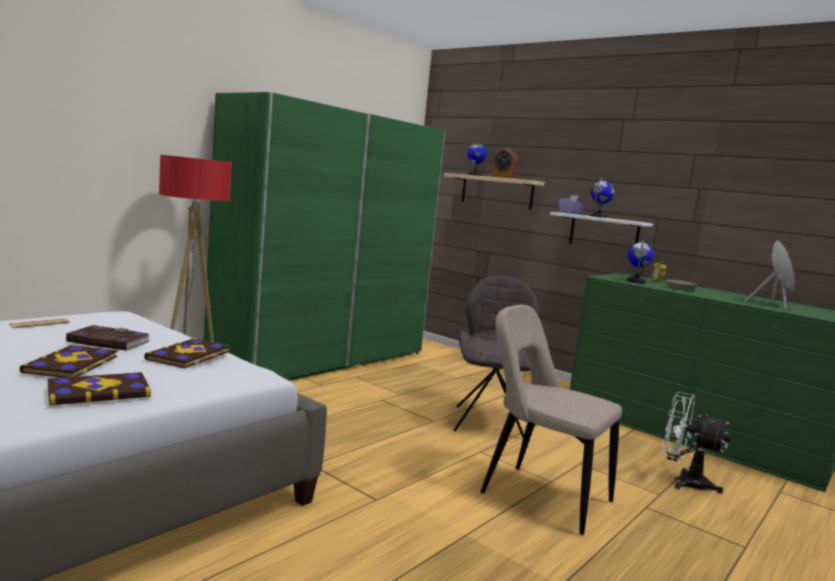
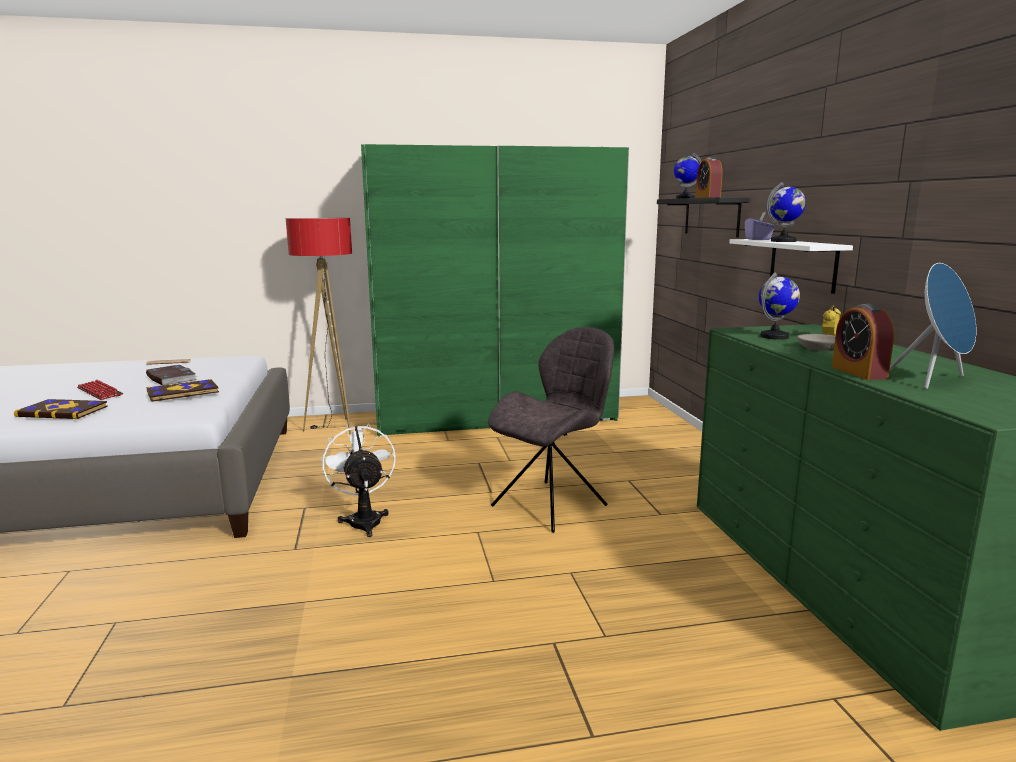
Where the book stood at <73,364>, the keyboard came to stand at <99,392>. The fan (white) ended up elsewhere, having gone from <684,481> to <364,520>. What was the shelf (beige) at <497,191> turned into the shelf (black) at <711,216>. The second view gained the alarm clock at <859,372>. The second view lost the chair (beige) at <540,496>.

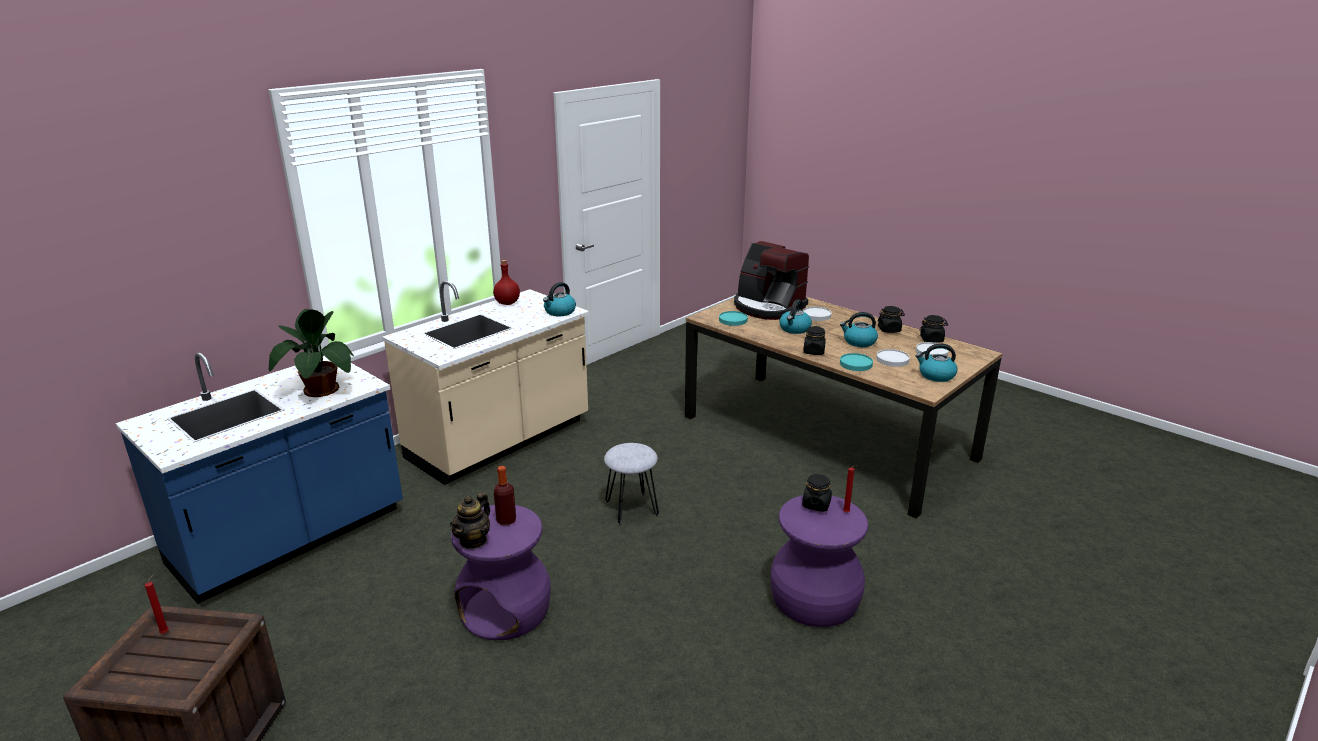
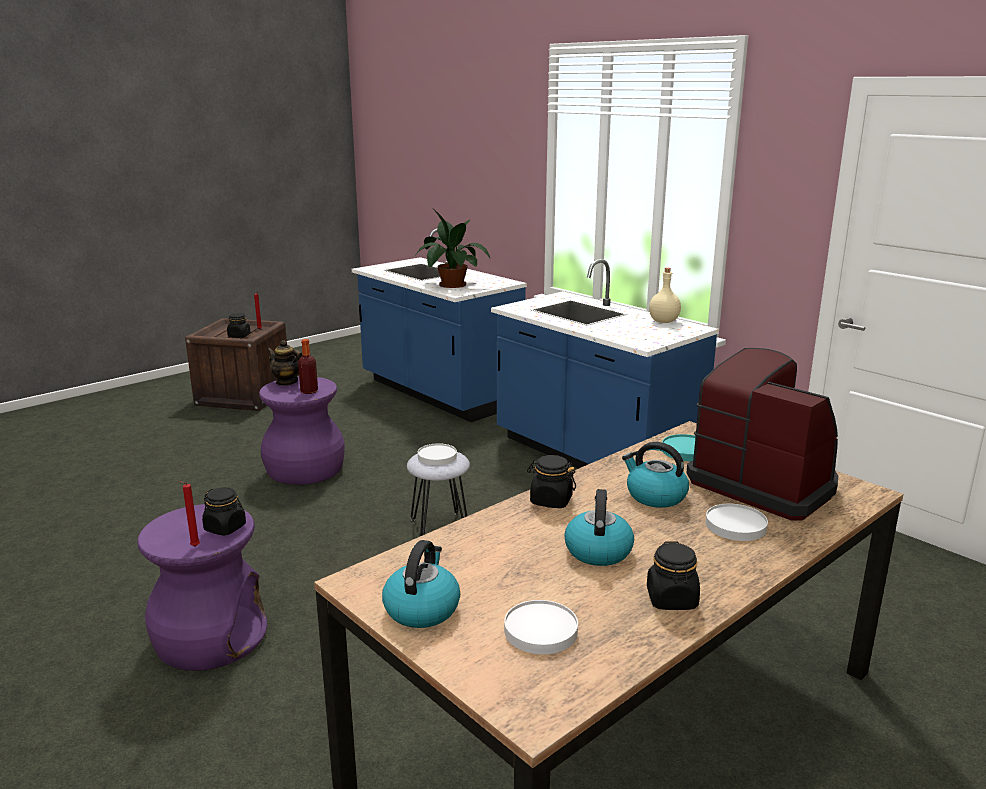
The jar (black) ended up elsewhere, having gone from <931,339> to <239,336>. The plate (white) ended up elsewhere, having gone from <892,360> to <437,456>. What was the counter (beige) at <500,441> turned into the counter (blue) at <593,457>. What was the bottle (red) at <507,303> turned into the bottle (beige) at <663,321>. The coffee machine at <768,307> ended up facing another way, 90 degrees clockwise from before. The second view lost the kettle at <559,312>. The second view lost the plate (turquoise) at <856,364>.

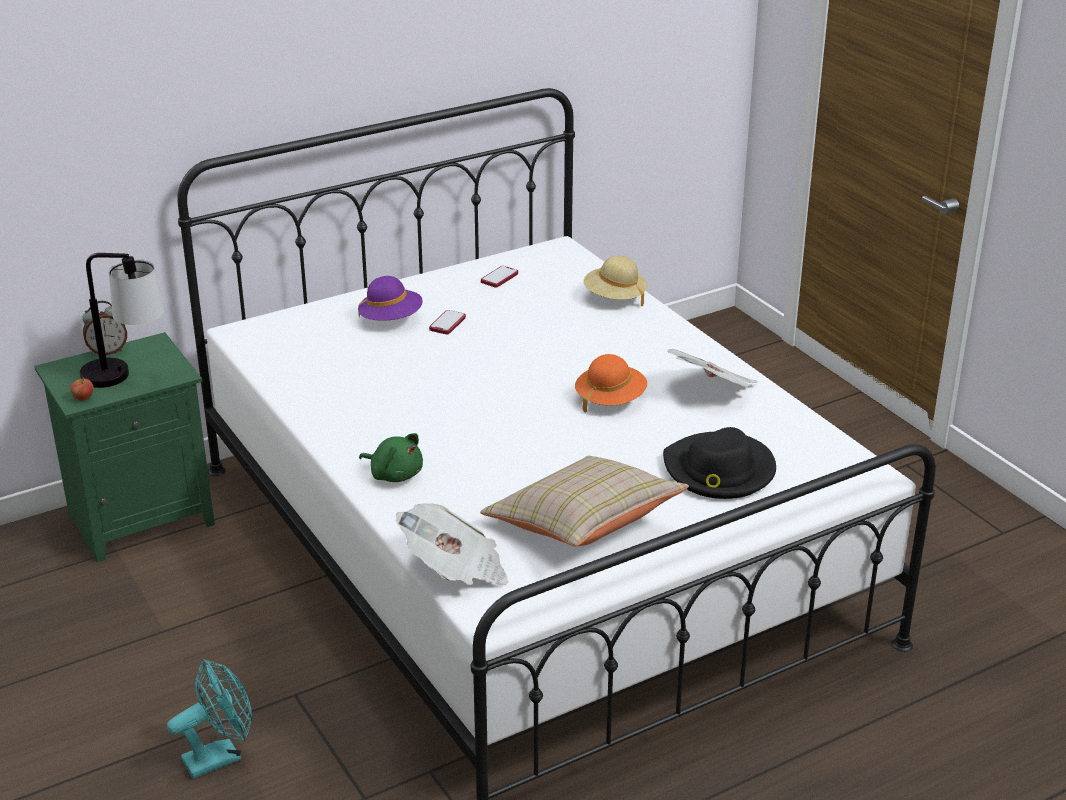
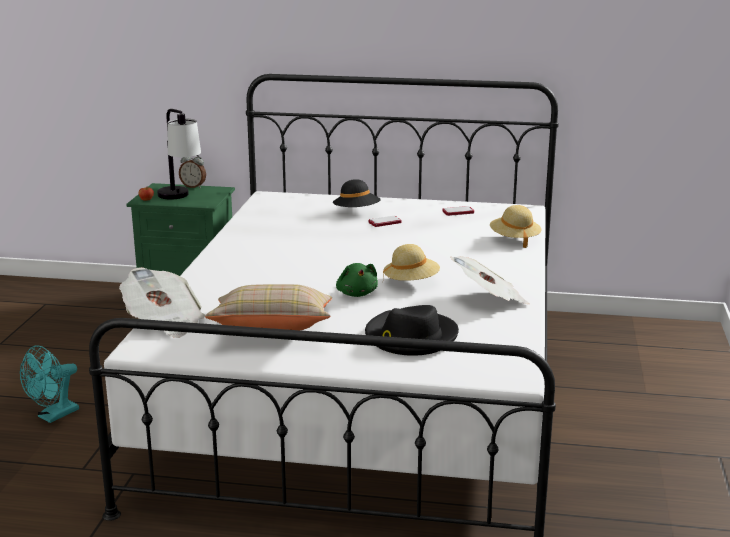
The fan (turquoise) at <220,756> ended up facing another way, 120 degrees clockwise from before. What was the hat (purple) at <391,319> turned into the hat (black) at <356,212>. The plush toy (green) ended up elsewhere, having gone from <394,474> to <357,293>. What was the hat (orange) at <610,399> turned into the hat (beige) at <411,282>.

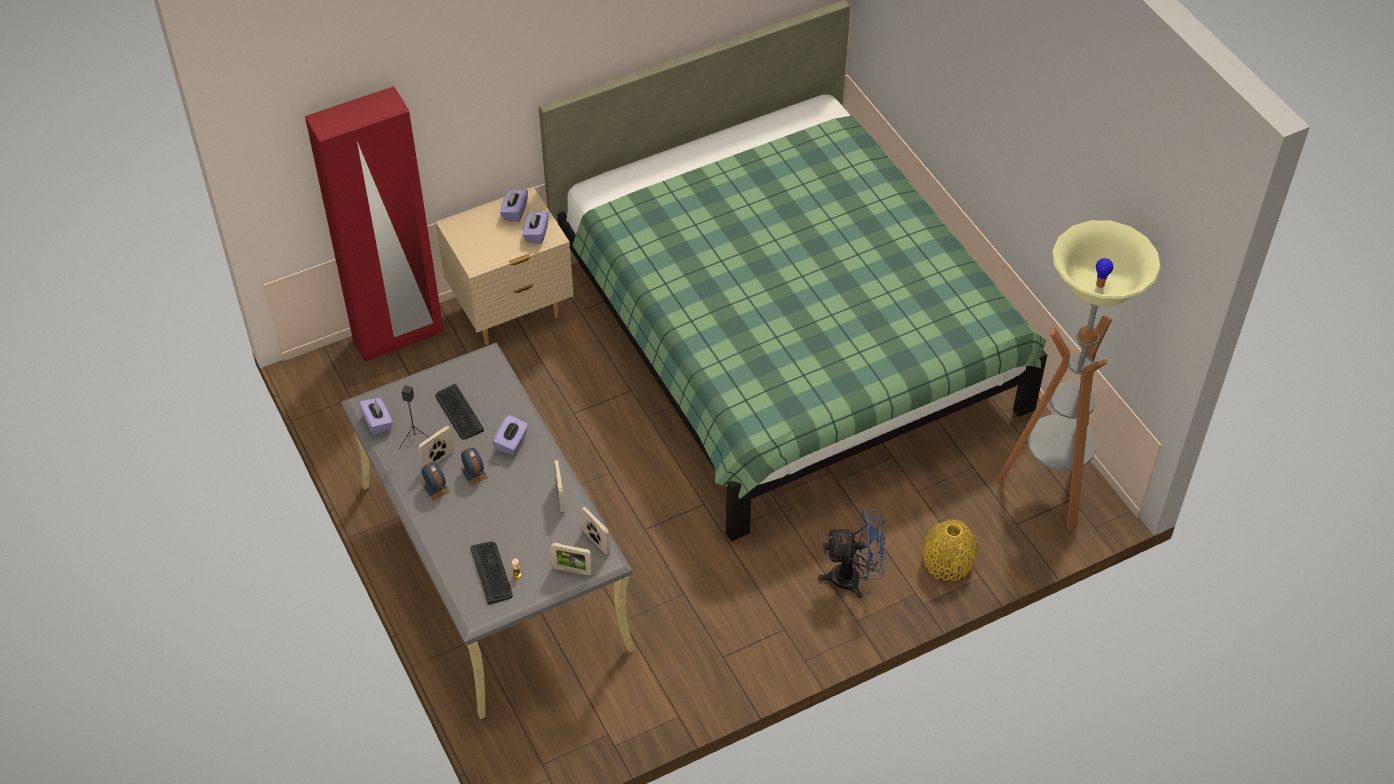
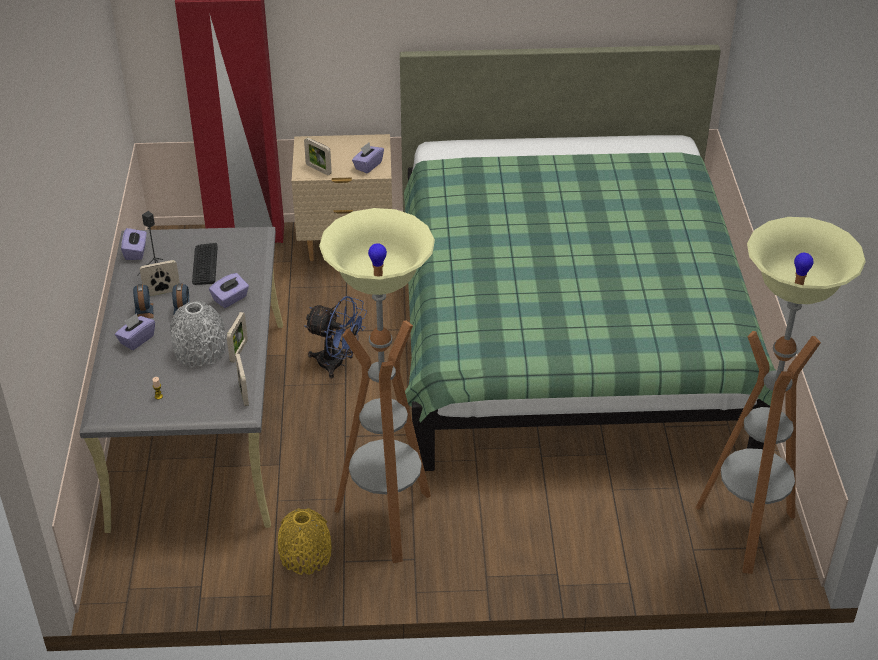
The tissue box (purple) ended up elsewhere, having gone from <514,212> to <136,340>. The second view gained the vase (grey) at <200,351>. The vase (yellow) ended up elsewhere, having gone from <948,561> to <305,555>. The picture frame ended up elsewhere, having gone from <572,570> to <318,169>. The fan (blue) ended up elsewhere, having gone from <854,578> to <337,364>. The second view gained the floor lamp at <387,521>. The second view lost the keyboard at <491,572>.

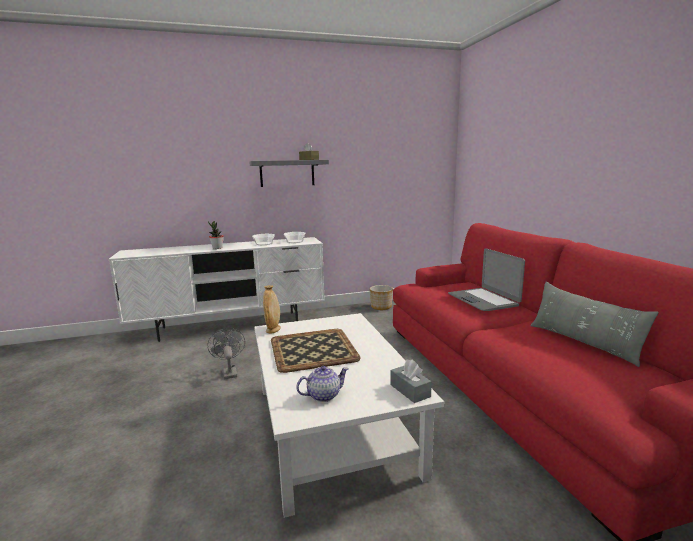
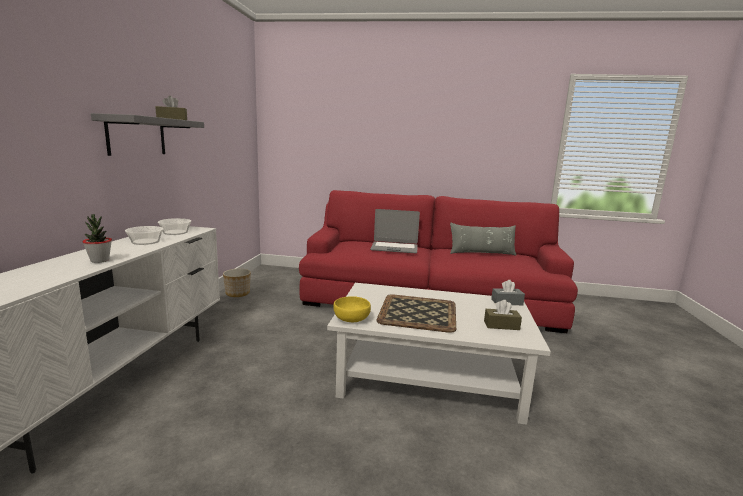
Where the vase (beige) stood at <273,330>, the bowl (yellow) came to stand at <351,319>. Where the teapot stood at <324,395>, the tissue box (brown) came to stand at <501,325>. The second view lost the fan (grey) at <229,372>.

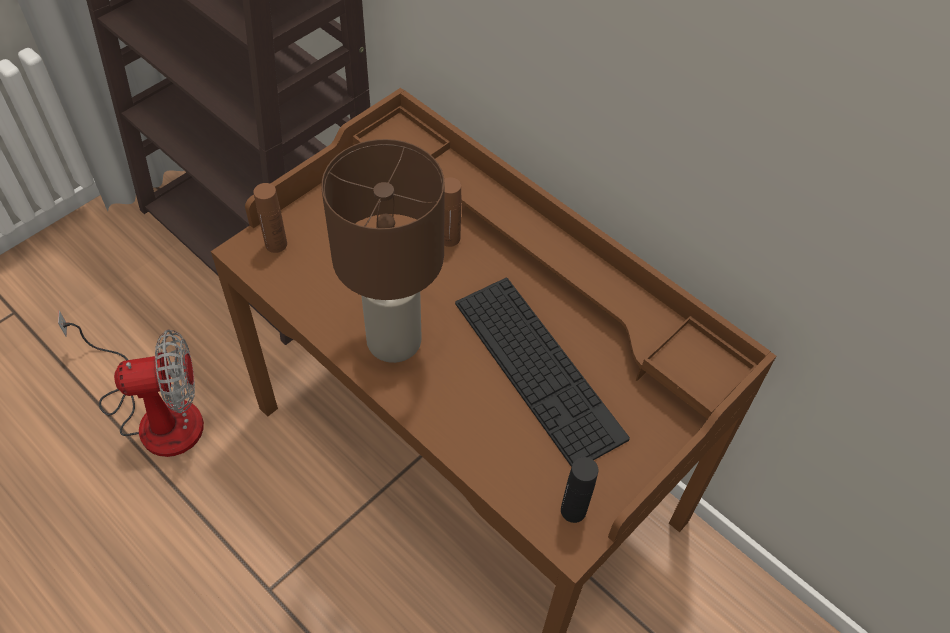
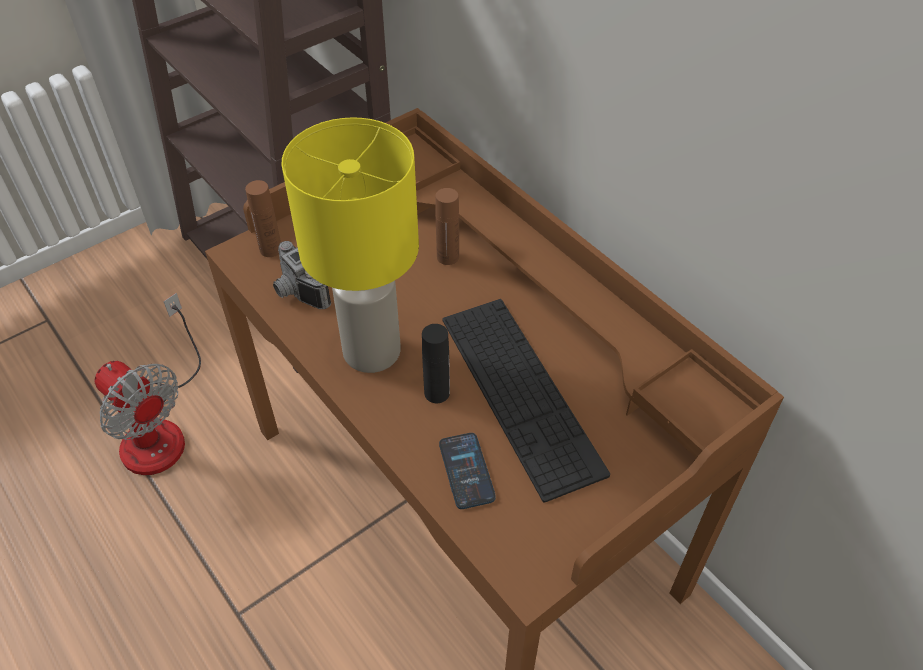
The fan at <156,414> ended up facing another way, 45 degrees clockwise from before. The second view gained the photo camera at <296,292>. What was the table lamp (brown) at <393,339> turned into the table lamp (yellow) at <371,350>. The bottle (black) ended up elsewhere, having gone from <573,510> to <437,393>. The second view gained the phone at <466,471>.

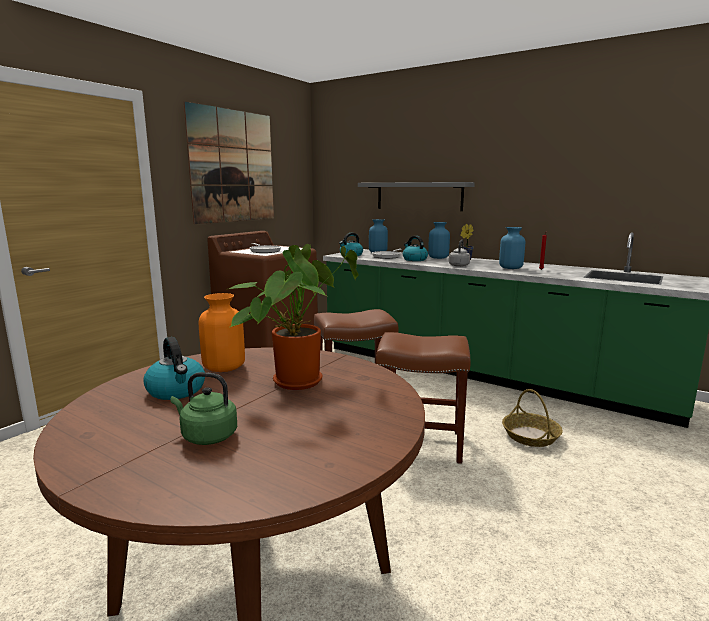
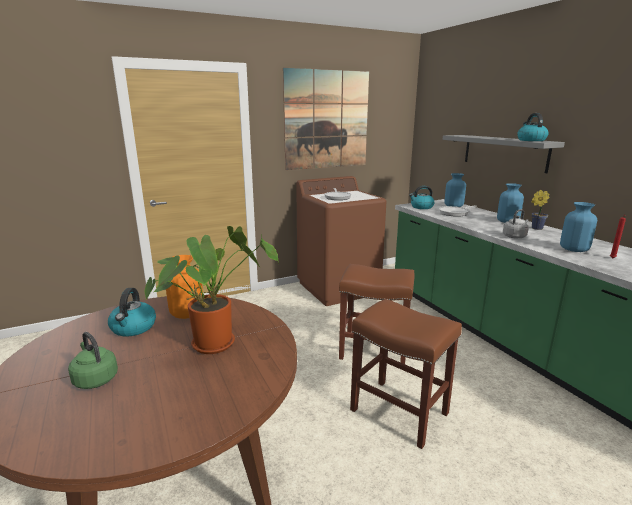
The kettle ended up elsewhere, having gone from <414,259> to <530,140>. The second view lost the basket at <530,436>.

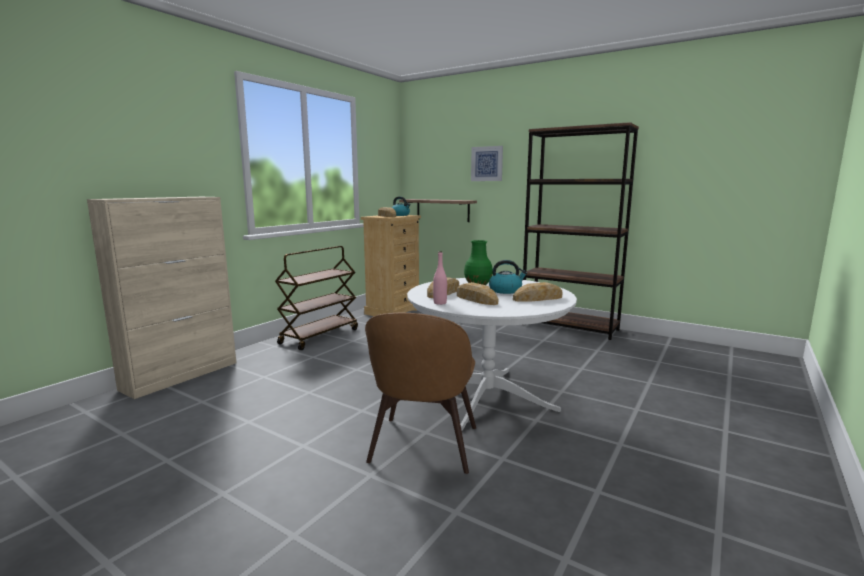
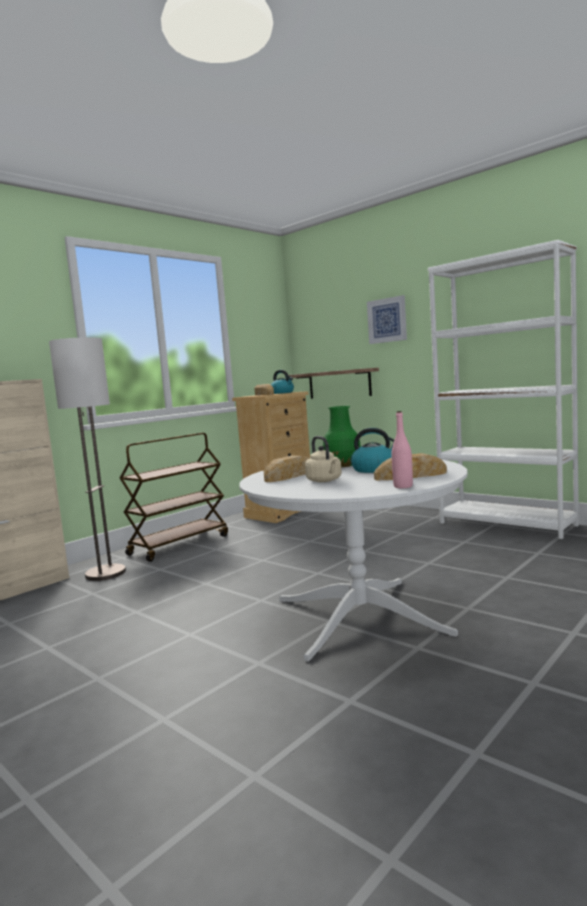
The second view gained the floor lamp at <106,573>. Where the bread stood at <476,299>, the kettle (beige) came to stand at <325,481>. The bottle (pink) ended up elsewhere, having gone from <440,303> to <403,486>. What was the bookcase (brown) at <569,327> turned into the bookcase (white) at <507,524>. The second view lost the chair (brown) at <423,447>.

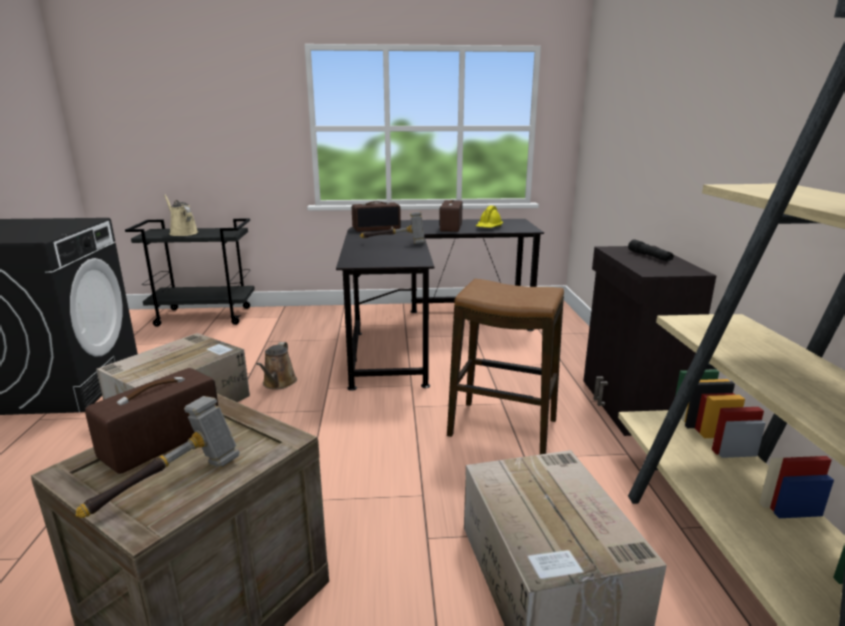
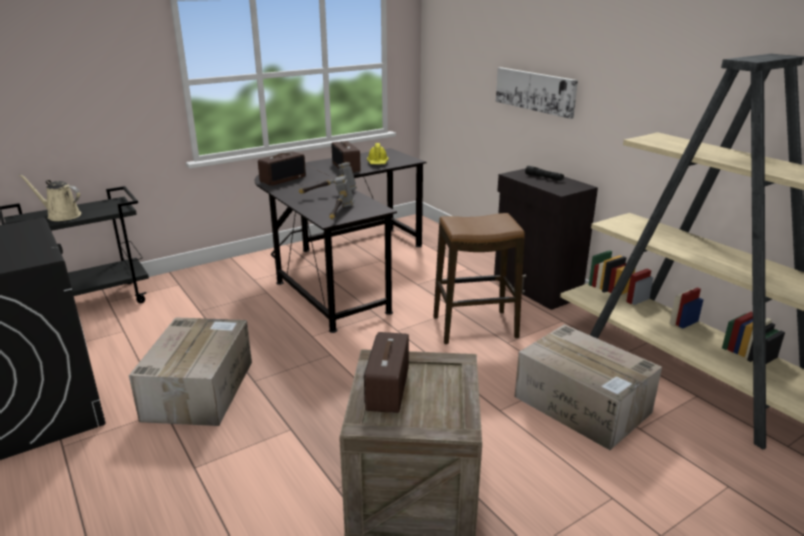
The hammer ended up elsewhere, having gone from <170,486> to <340,213>. The second view gained the picture at <535,91>. The second view lost the watering can (brown) at <278,383>.

